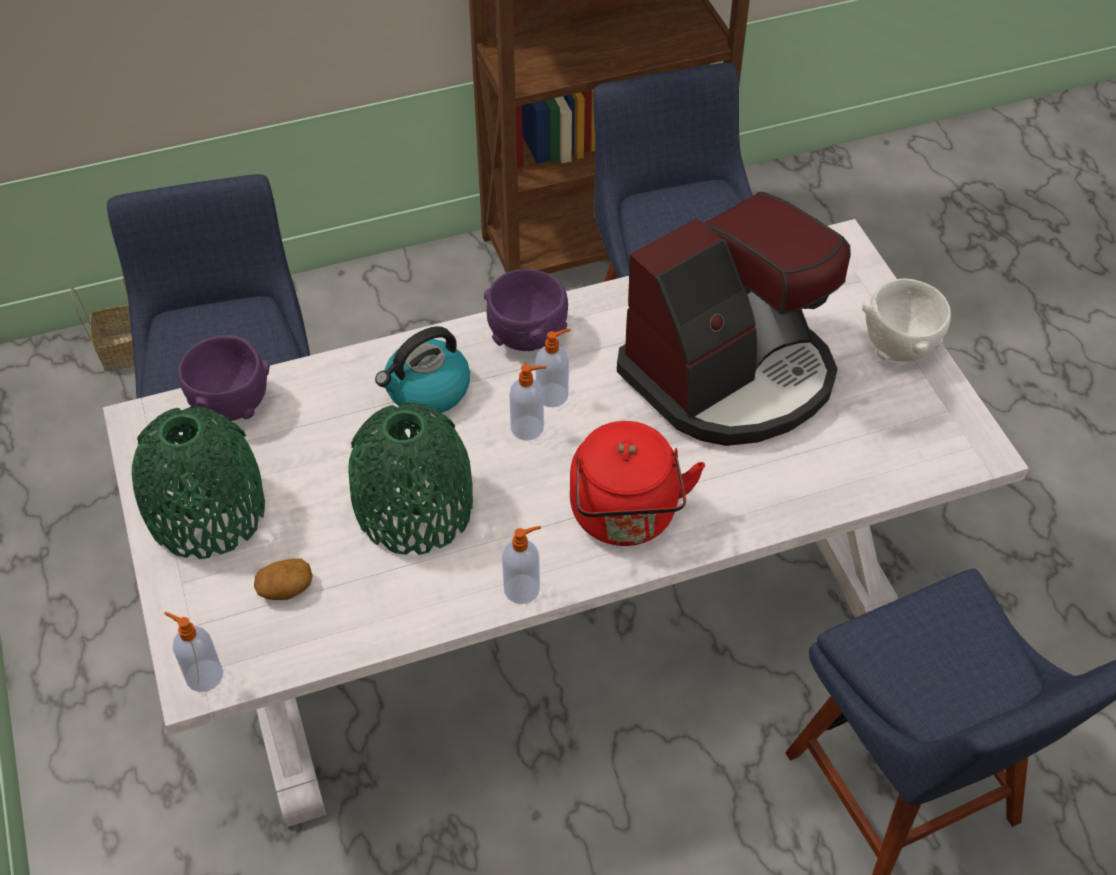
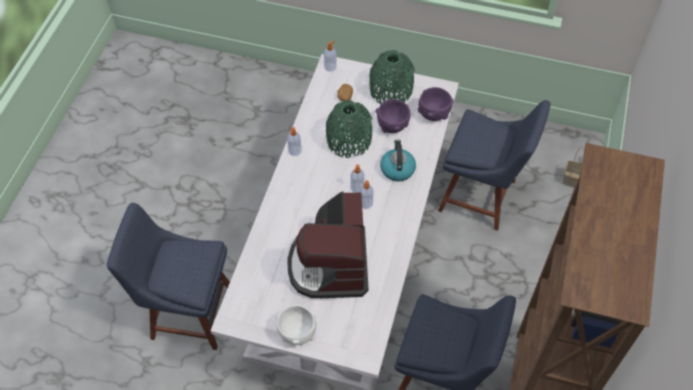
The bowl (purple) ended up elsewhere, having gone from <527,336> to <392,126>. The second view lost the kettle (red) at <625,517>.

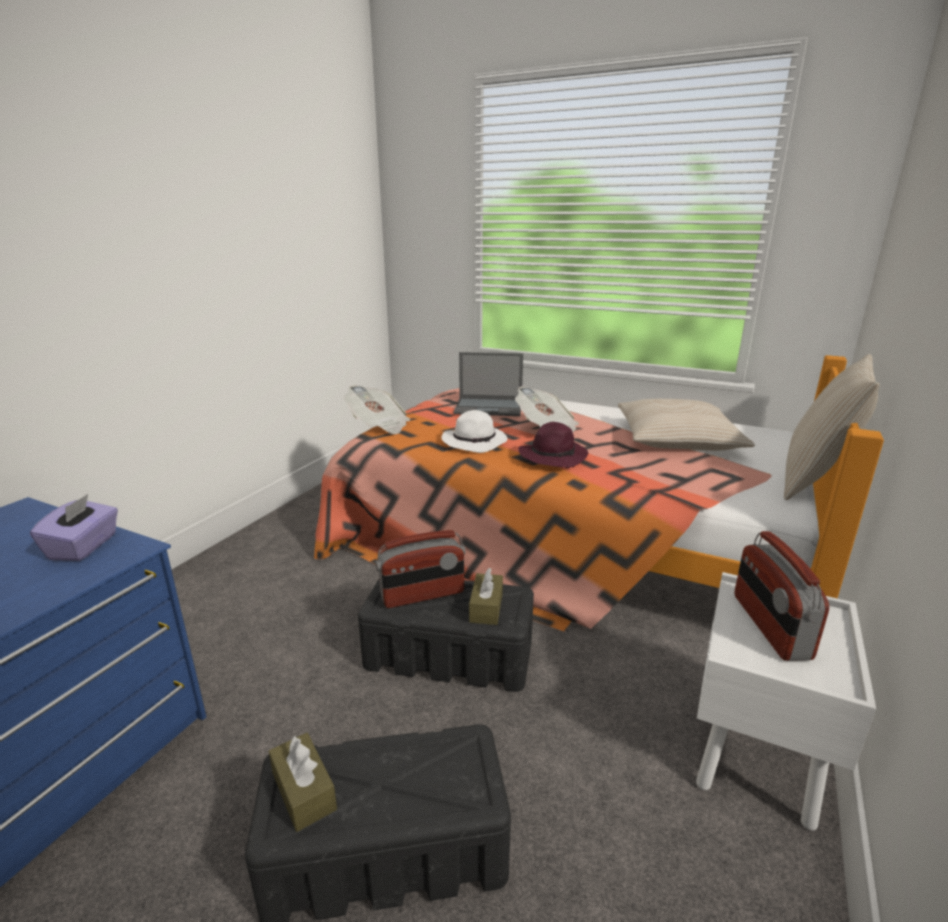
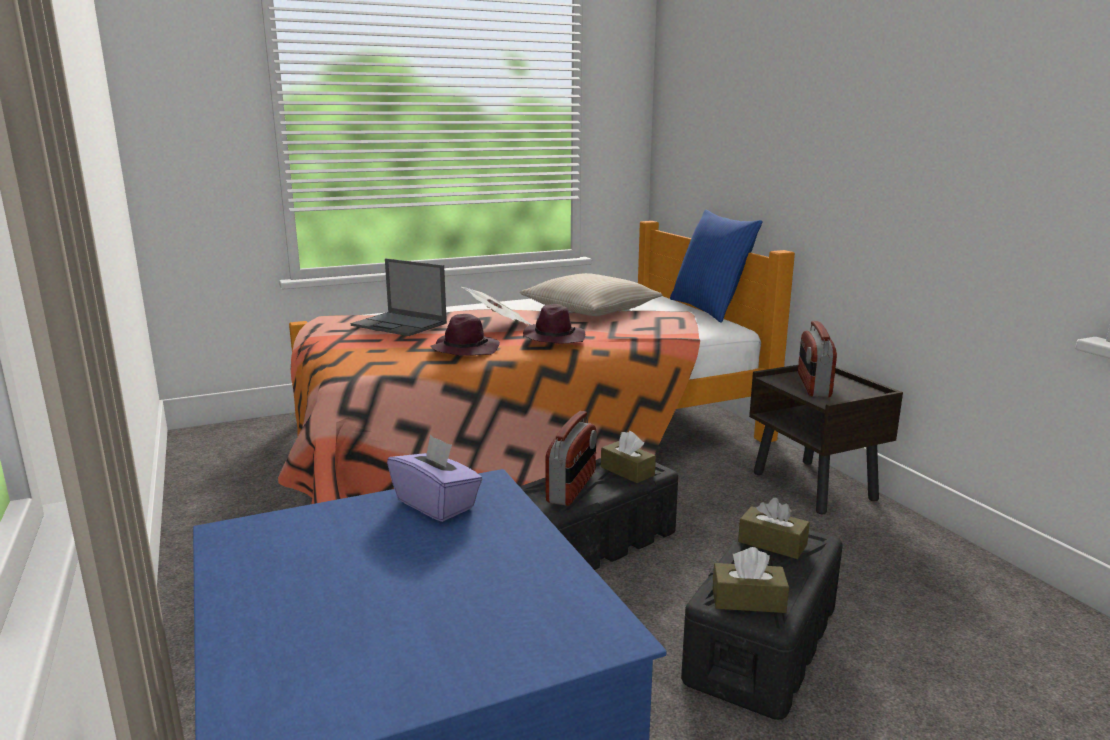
The laptop at <489,407> ended up facing another way, 75 degrees clockwise from before. What was the hat (white) at <475,442> turned into the hat (purple) at <465,349>. What was the pillow (beige) at <815,480> turned into the pillow (blue) at <709,309>. The second view gained the tissue box (brown) at <772,543>. What was the nightstand (white) at <757,753> turned into the nightstand (brown) at <815,487>. The radio at <769,626> ended up facing another way, 60 degrees clockwise from before. The second view lost the newspaper at <379,425>.

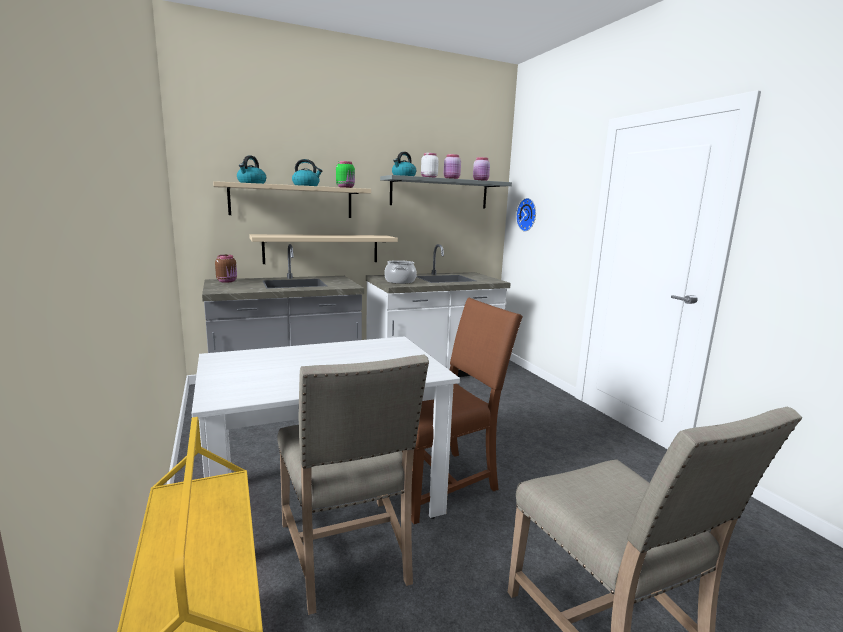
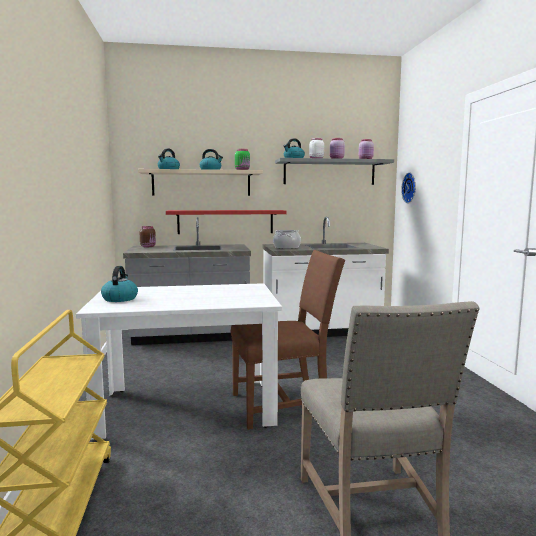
The second view gained the kettle at <120,298>. What was the shelf (beige) at <322,249> turned into the shelf (red) at <225,221>. The second view lost the chair (beige) at <348,553>.

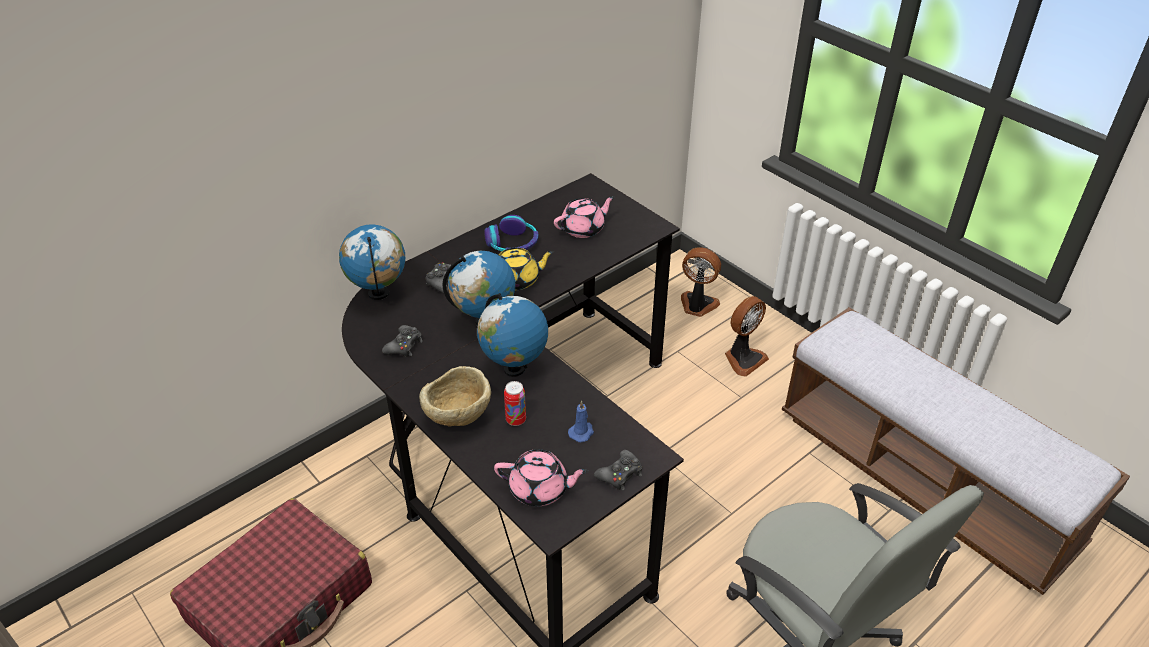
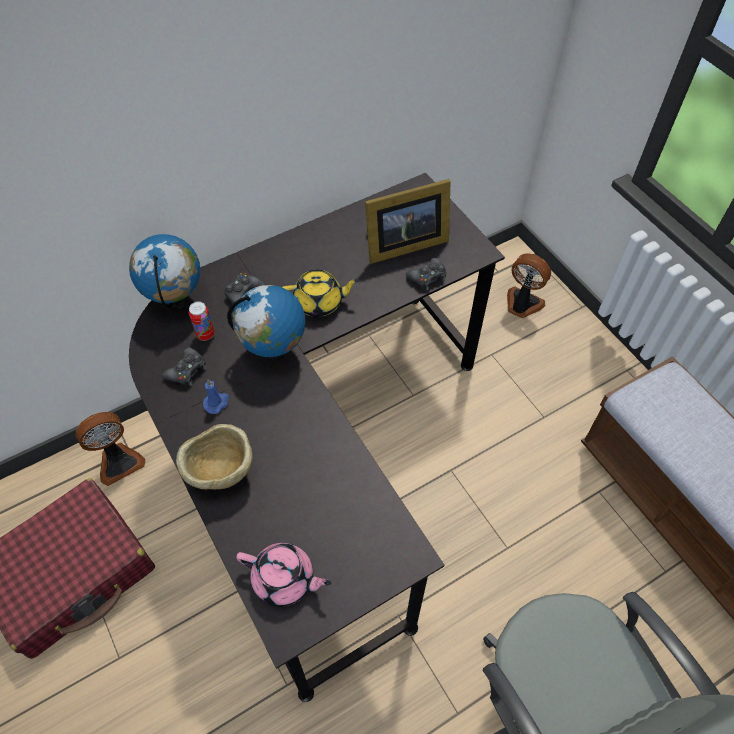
The fan ended up elsewhere, having gone from <743,359> to <119,461>. The can ended up elsewhere, having gone from <516,420> to <205,334>. The candle (blue) ended up elsewhere, having gone from <582,432> to <217,402>. Where the teapot (pink) stood at <583,229>, the picture frame came to stand at <402,244>. The game controller (black) ended up elsewhere, having gone from <620,474> to <427,277>. The second view lost the globe at <514,369>. The second view lost the headphones at <512,243>.

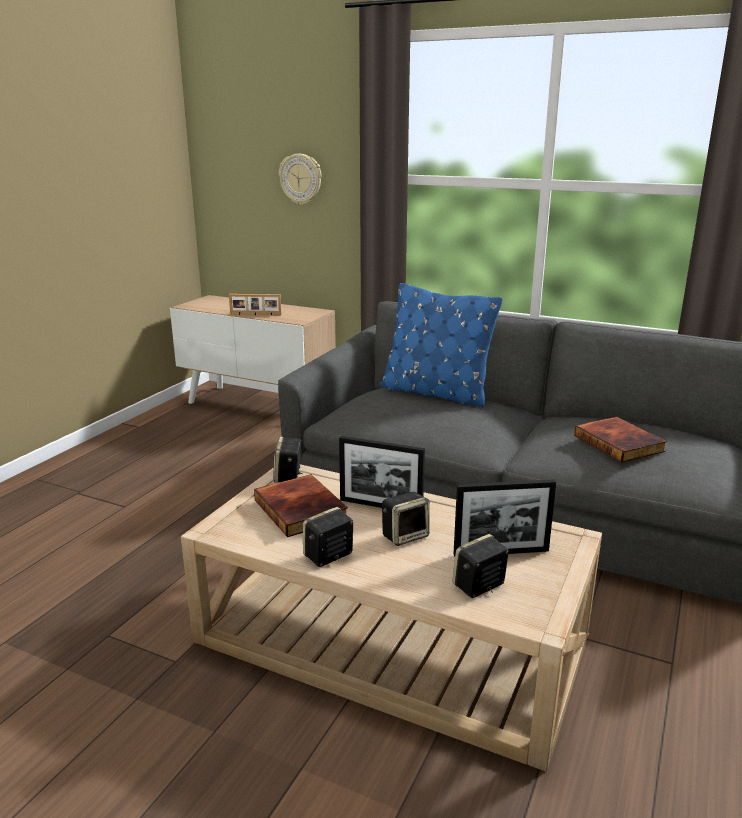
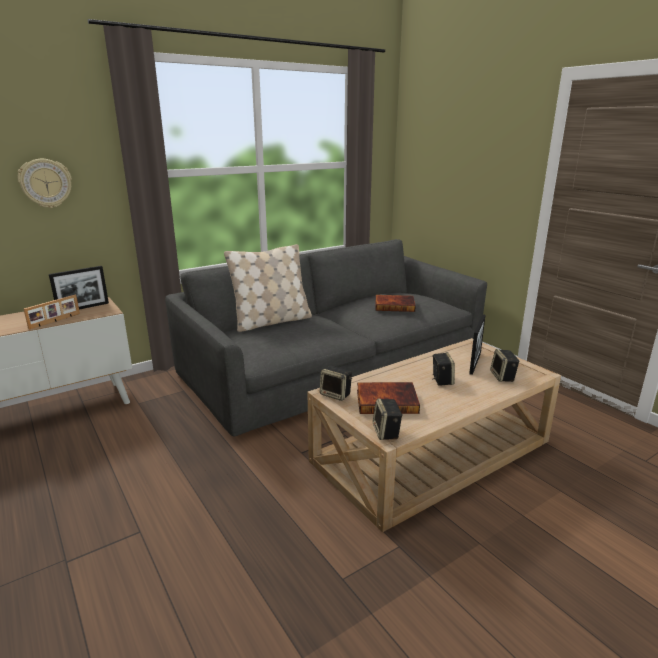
The picture frame ended up elsewhere, having gone from <380,506> to <83,308>. What was the pillow (blue) at <436,393> turned into the pillow (beige) at <271,321>. The speaker ended up elsewhere, having gone from <328,556> to <387,432>.

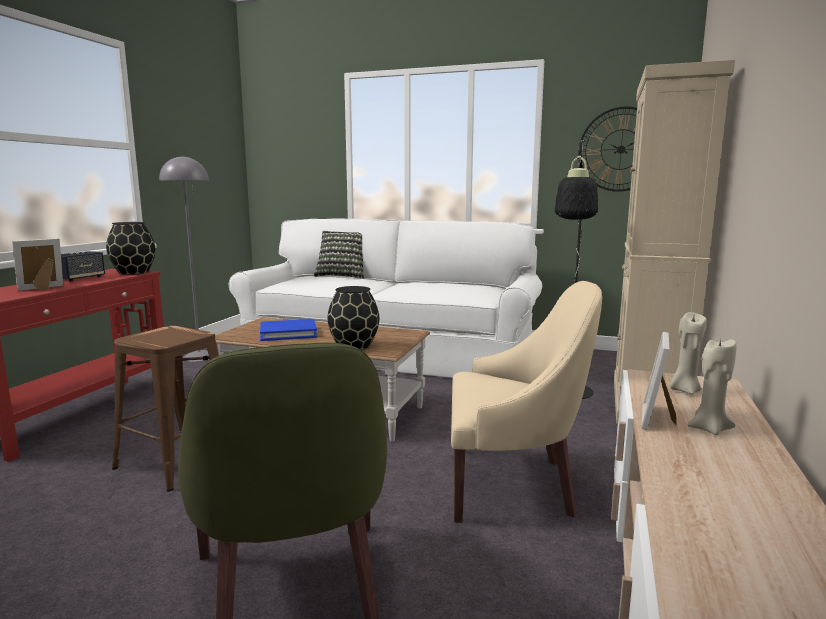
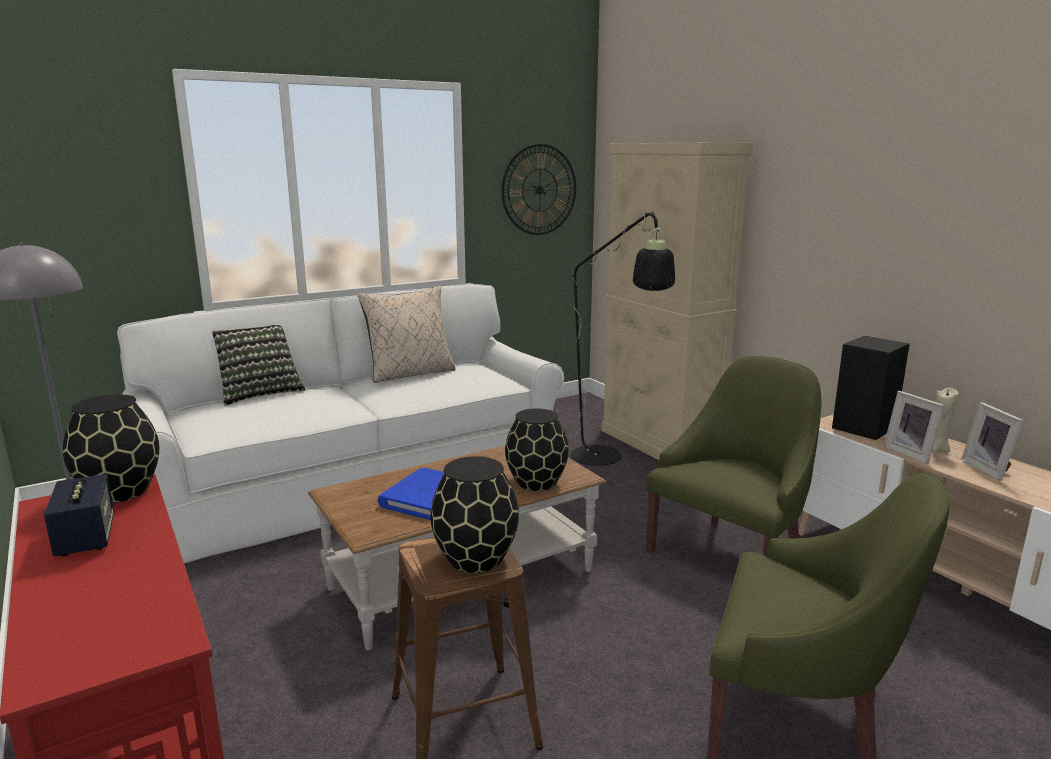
The second view gained the pillow (beige) at <410,373>. The second view gained the vase (black) at <474,558>. What was the armchair (beige) at <512,484> turned into the armchair (green) at <731,554>. Where the candle (beige) stood at <684,390>, the speaker (black) came to stand at <864,427>. The picture frame ended up elsewhere, having gone from <43,288> to <989,469>.

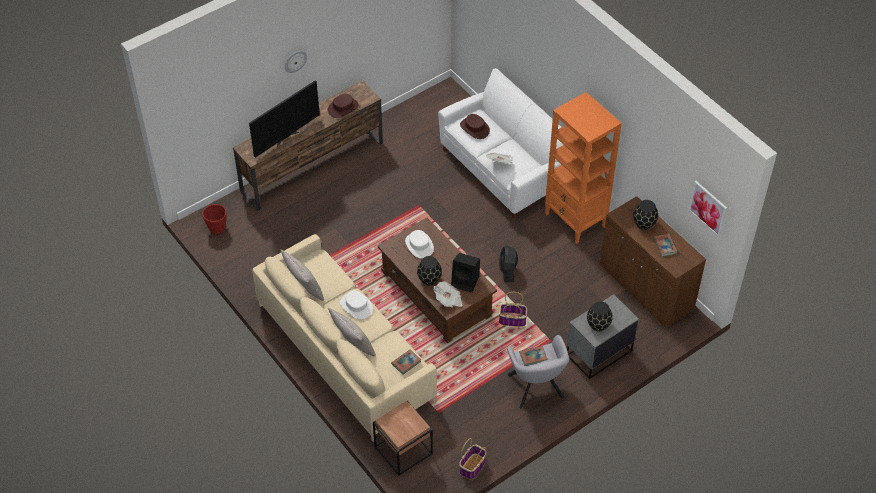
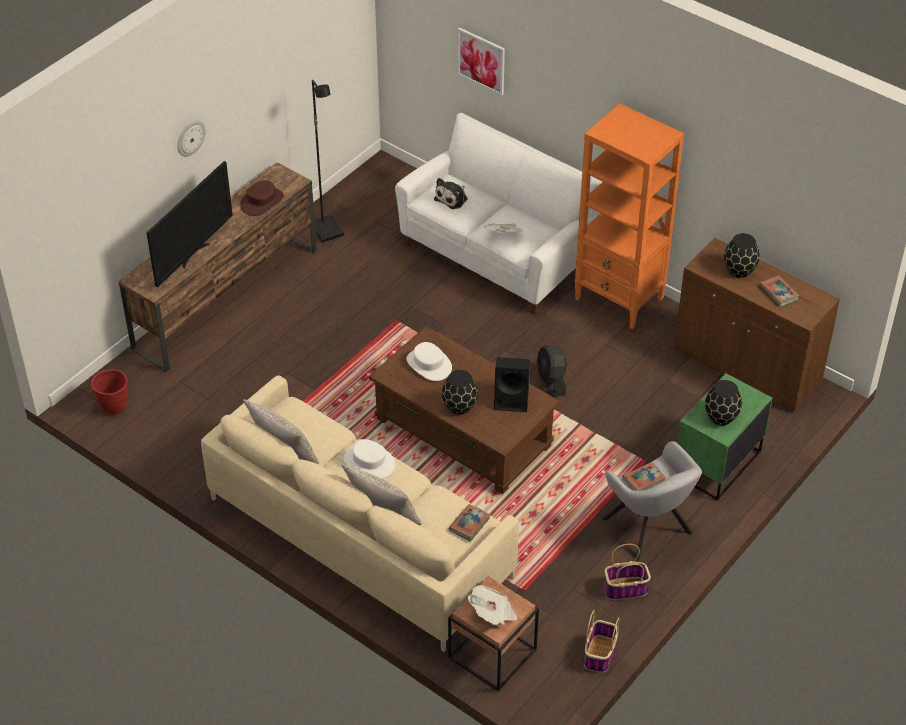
The second view gained the floor lamp (black) at <327,230>. Where the hat (brown) stood at <475,128>, the plush toy came to stand at <452,198>. The picture ended up elsewhere, having gone from <708,208> to <481,60>. The newspaper ended up elsewhere, having gone from <448,300> to <492,613>. The basket ended up elsewhere, having gone from <513,320> to <626,588>. What was the nightstand (grey) at <598,353> turned into the nightstand (green) at <716,464>.

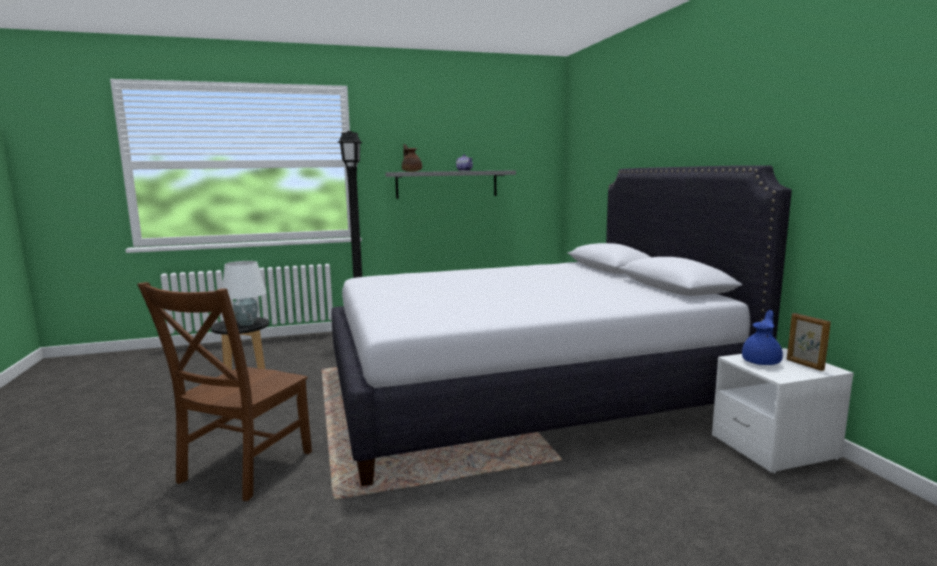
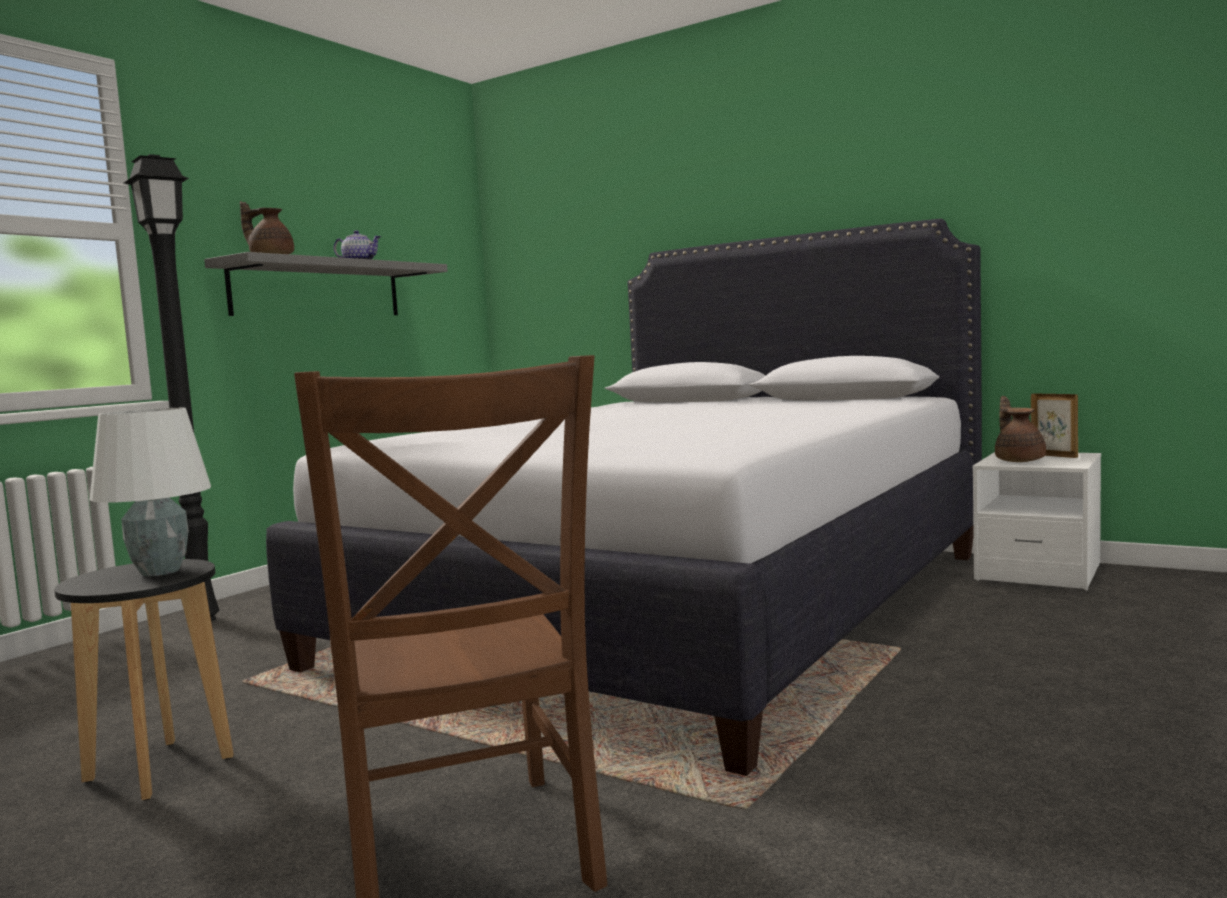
What was the teapot (blue) at <762,362> turned into the teapot (brown) at <1019,460>. The picture frame at <804,365> ended up facing another way, 150 degrees counterclockwise from before.

